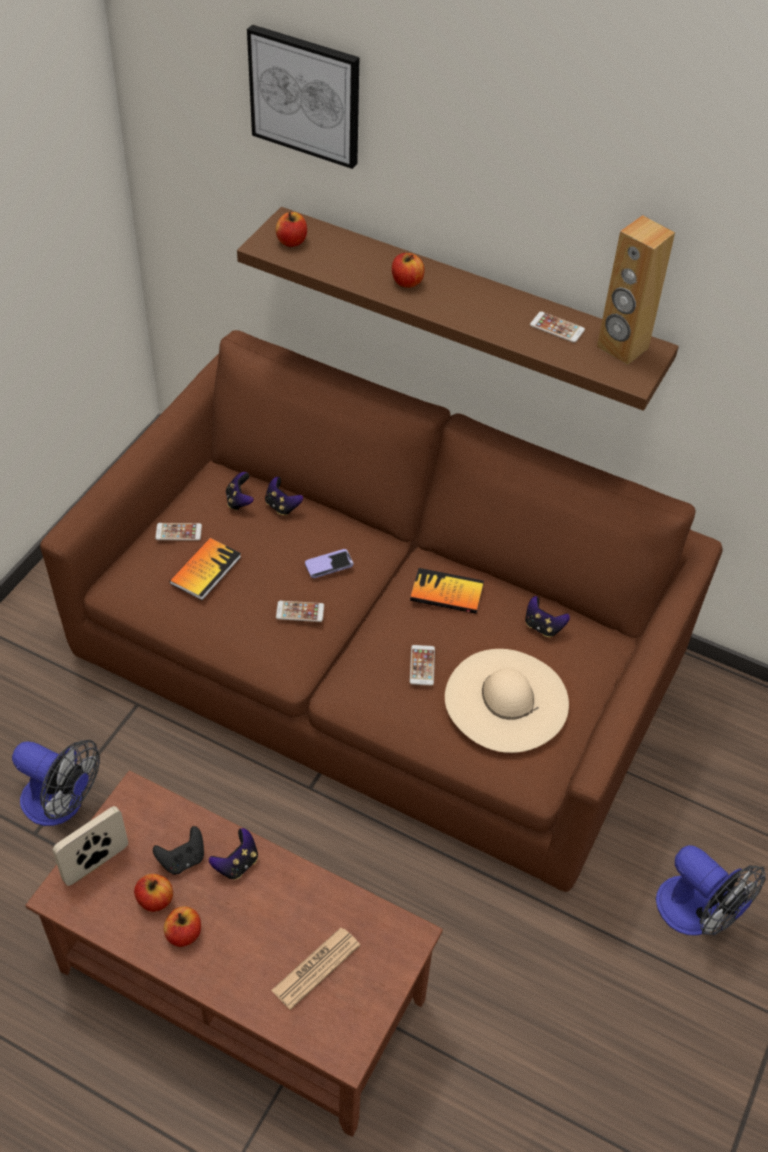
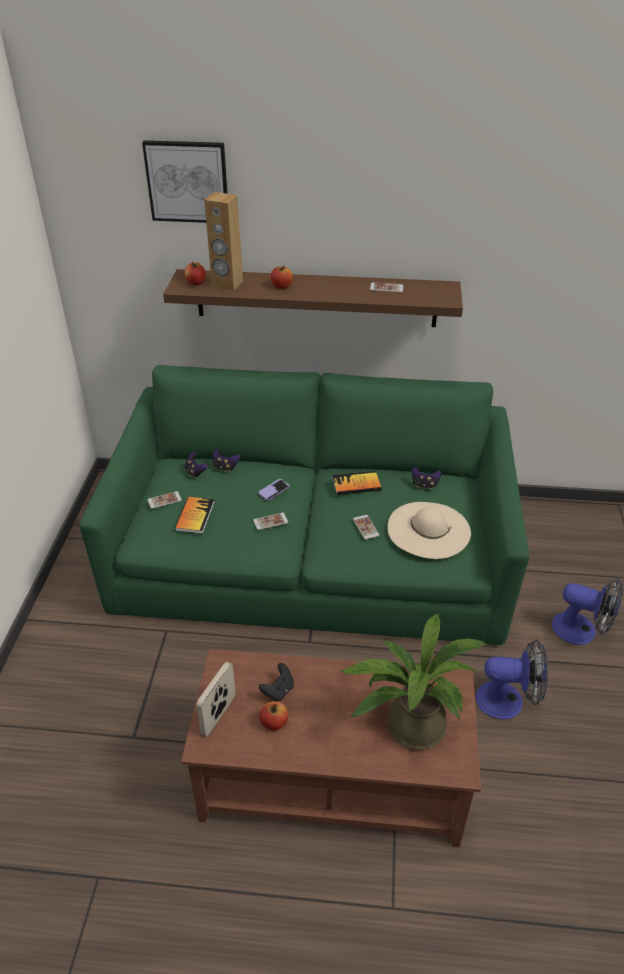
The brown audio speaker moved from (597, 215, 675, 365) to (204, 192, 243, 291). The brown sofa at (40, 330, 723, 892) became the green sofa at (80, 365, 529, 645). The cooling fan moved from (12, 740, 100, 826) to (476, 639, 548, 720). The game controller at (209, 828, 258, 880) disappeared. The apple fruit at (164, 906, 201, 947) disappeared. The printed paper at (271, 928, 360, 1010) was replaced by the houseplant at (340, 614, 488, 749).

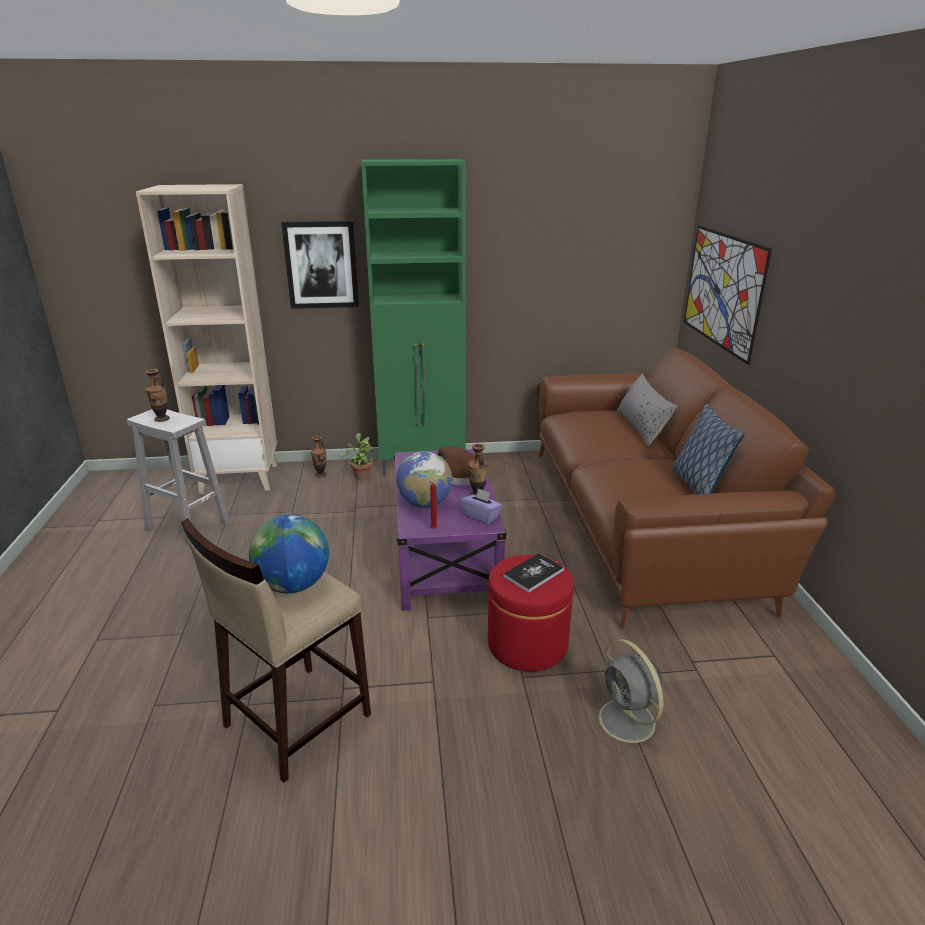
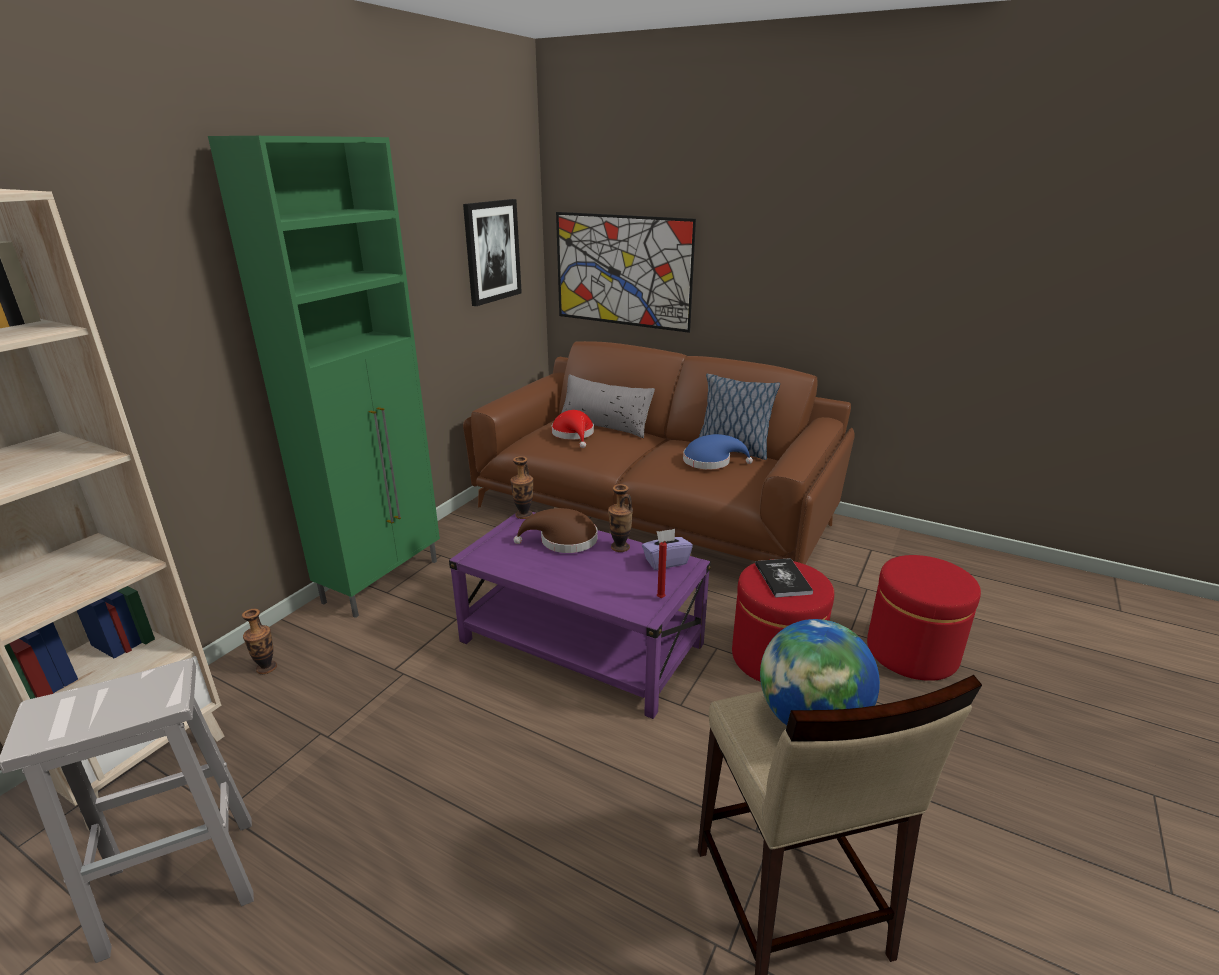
The wall art moved from (281, 221, 359, 309) to (463, 199, 522, 306). The flower vase moved from (145, 369, 170, 422) to (510, 456, 533, 519). The houseplant at (341, 433, 374, 480) disappeared. The globe at (396, 451, 453, 508) disappeared. The greyish cooling fan at (586, 639, 673, 755) was replaced by the red-coloured pouffe at (867, 555, 981, 681). The red-coloured hat at (552, 410, 594, 448) appeared. The blue hat at (683, 434, 753, 469) appeared.

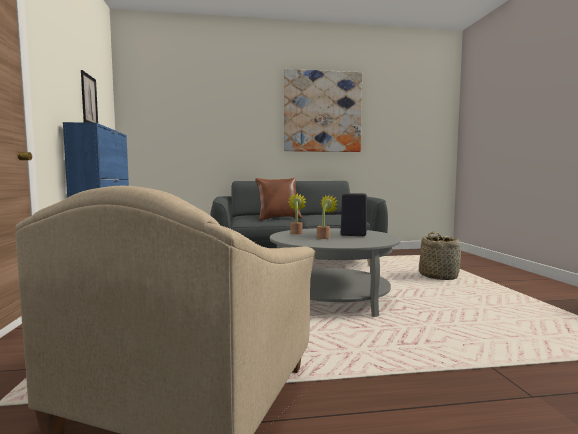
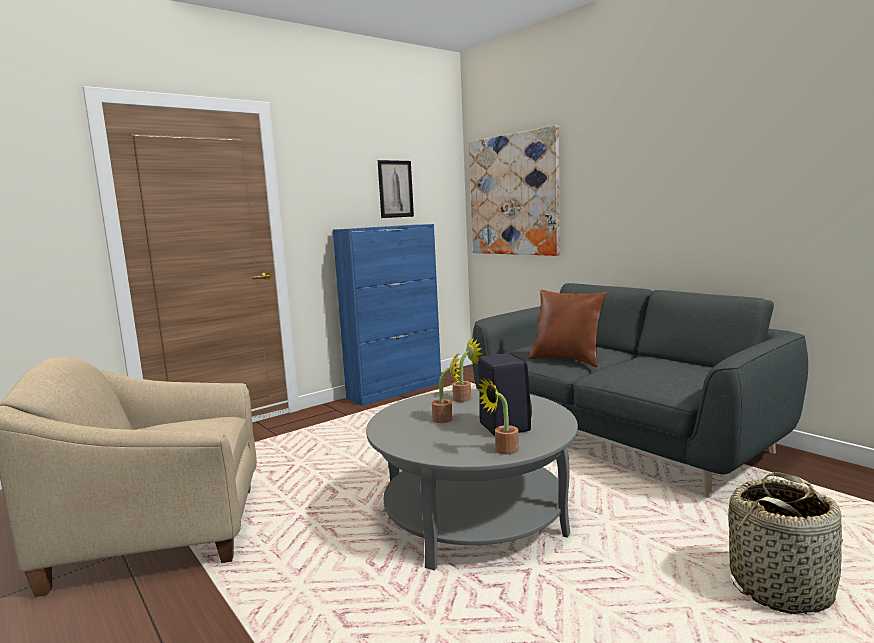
The wall art moved from (284, 69, 362, 152) to (469, 125, 560, 256). The houseplant at (478, 378, 519, 454) appeared.

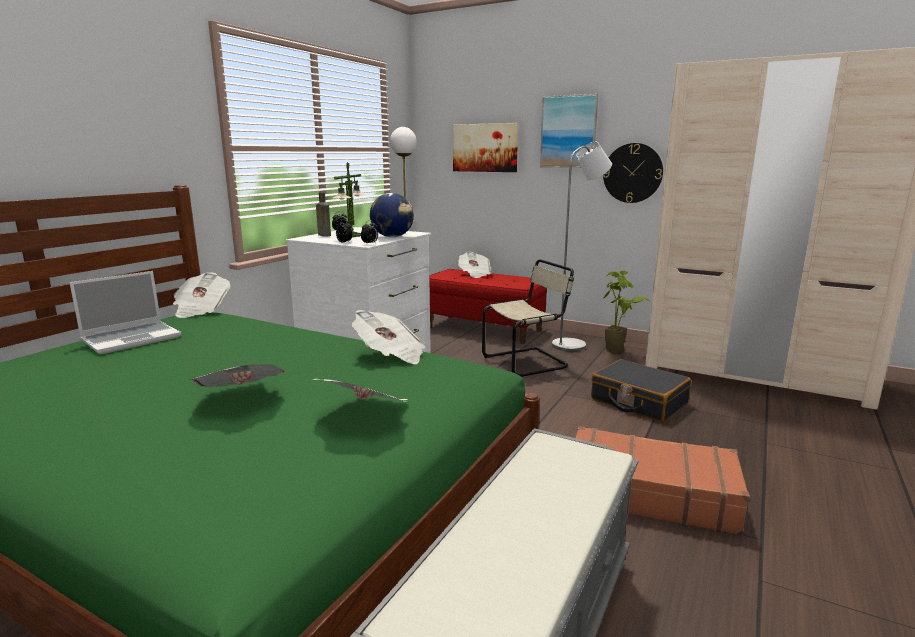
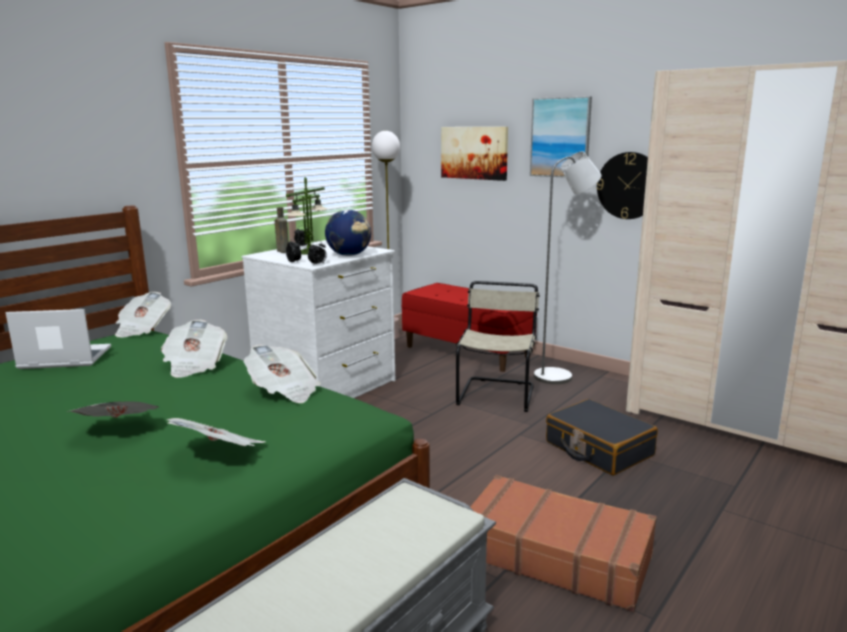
The printed paper moved from (458, 252, 491, 278) to (161, 320, 228, 378). The beige upright chair at (482, 259, 574, 377) turned 60 degrees counterclockwise. The notebook computer at (69, 271, 181, 354) turned 150 degrees counterclockwise. The houseplant at (603, 271, 651, 354) disappeared.

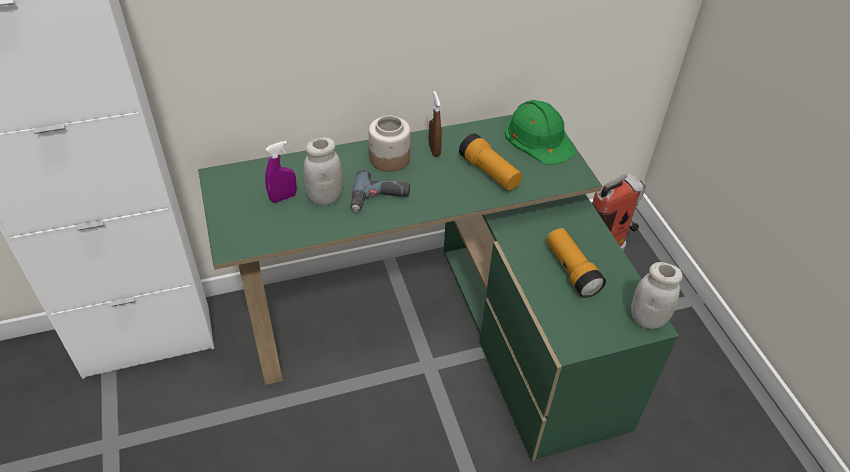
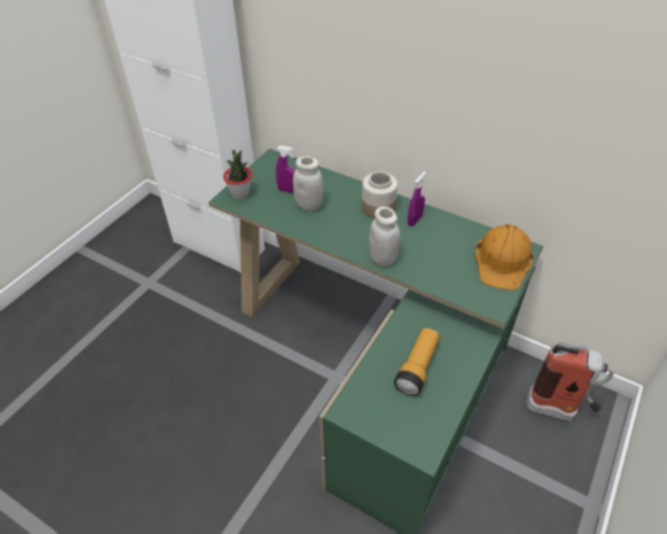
The brown sprayer at (429, 91, 442, 157) became the purplish sprayer at (407, 171, 426, 226). The green hard hat at (505, 100, 576, 165) became the orange hard hat at (475, 224, 533, 290). The hand torch at (459, 133, 522, 191) disappeared. The electric drill at (350, 170, 410, 211) disappeared. The white-coloured jar moved from (631, 262, 683, 329) to (369, 206, 400, 266). The houseplant at (223, 150, 252, 200) appeared.

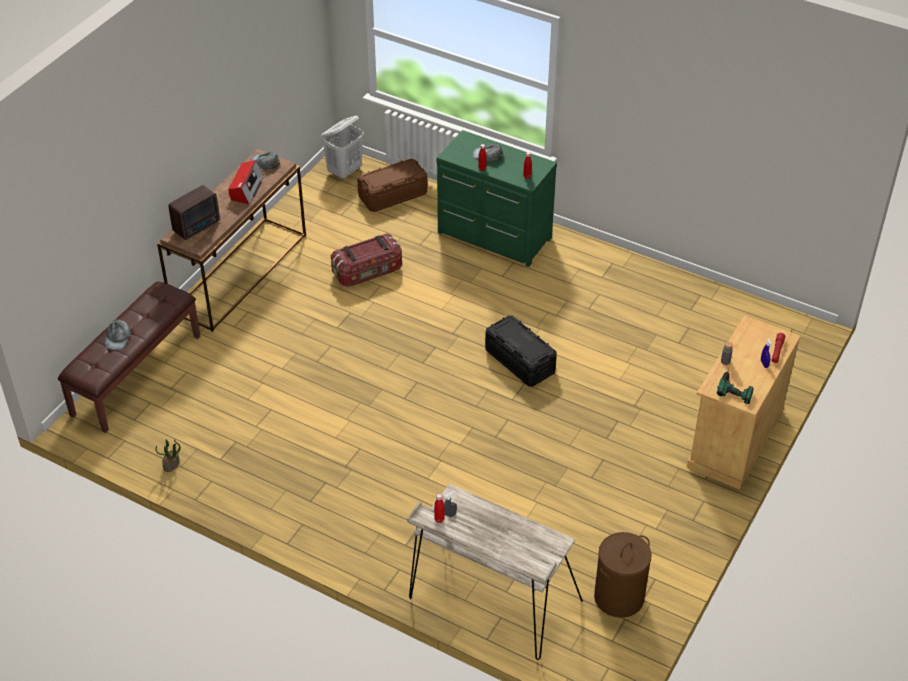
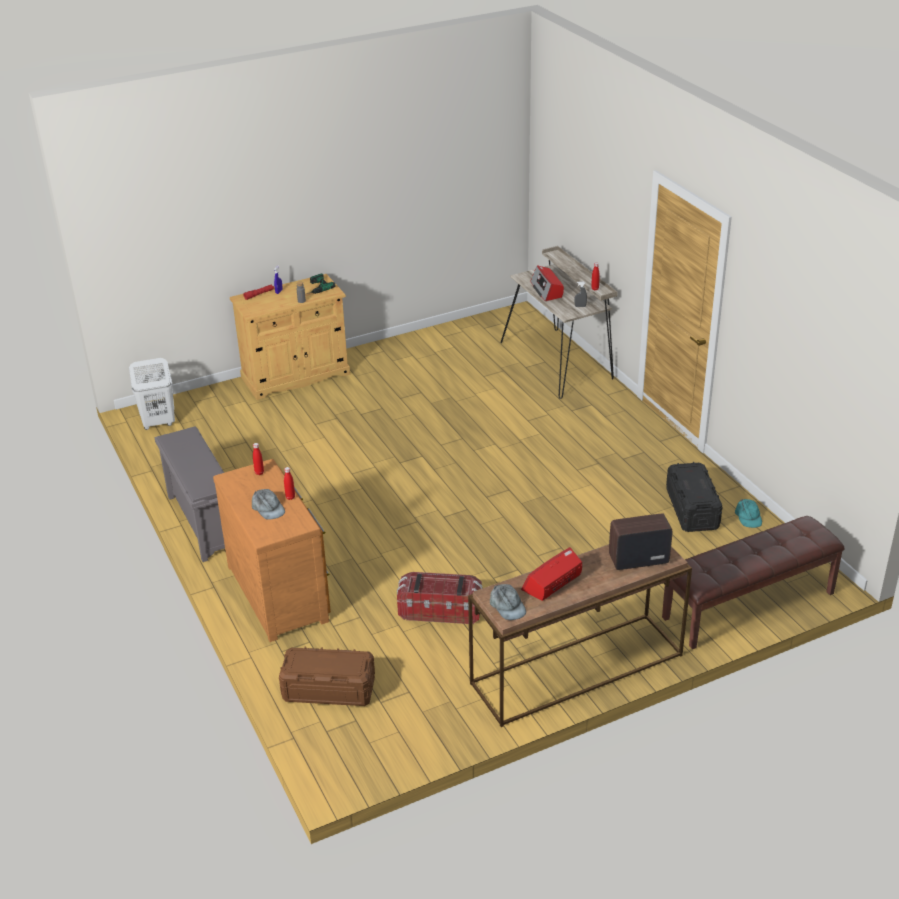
The white-coloured washing basket moved from (322, 115, 364, 180) to (129, 358, 175, 430). The green chest of drawers at (437, 130, 557, 267) became the brown chest of drawers at (213, 459, 331, 642). The black-coloured storage box moved from (485, 316, 557, 387) to (666, 462, 723, 532). The greyish cap at (105, 319, 131, 350) disappeared. The houseplant at (156, 439, 181, 472) was replaced by the turquoise cap at (735, 499, 762, 528). The brown washing basket at (594, 532, 652, 618) disappeared. The radio at (530, 265, 564, 301) appeared. The greyish shoe stand at (154, 426, 225, 562) appeared.

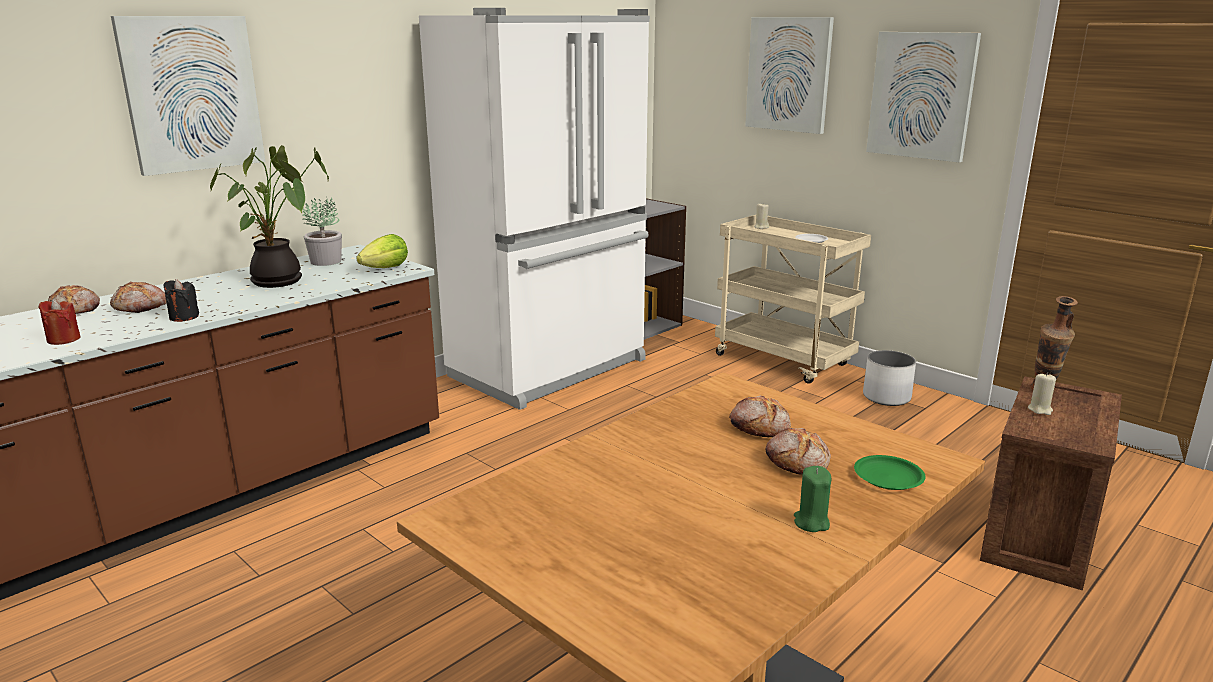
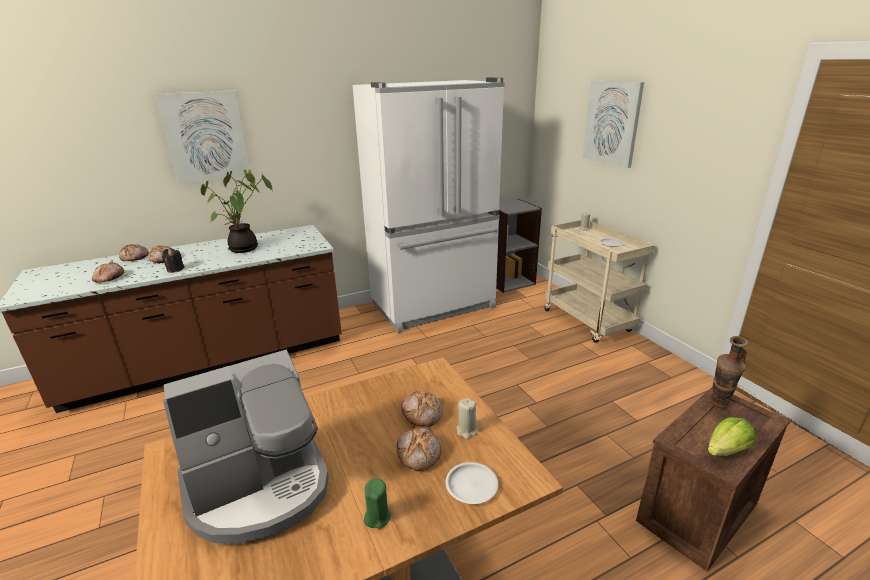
The wall art at (866, 32, 981, 162) disappeared. The houseplant at (302, 197, 342, 266) disappeared. The lettuce head moved from (356, 234, 408, 268) to (708, 417, 756, 456). The red-coloured candle at (38, 299, 80, 345) was replaced by the bread at (92, 261, 124, 283). The white-coloured planter at (863, 350, 916, 406) disappeared. The beige candle moved from (1028, 373, 1056, 415) to (457, 398, 479, 439). The green flat dish at (854, 455, 926, 490) became the white-coloured flat dish at (446, 462, 498, 504). The coffee maker at (163, 350, 329, 544) appeared.

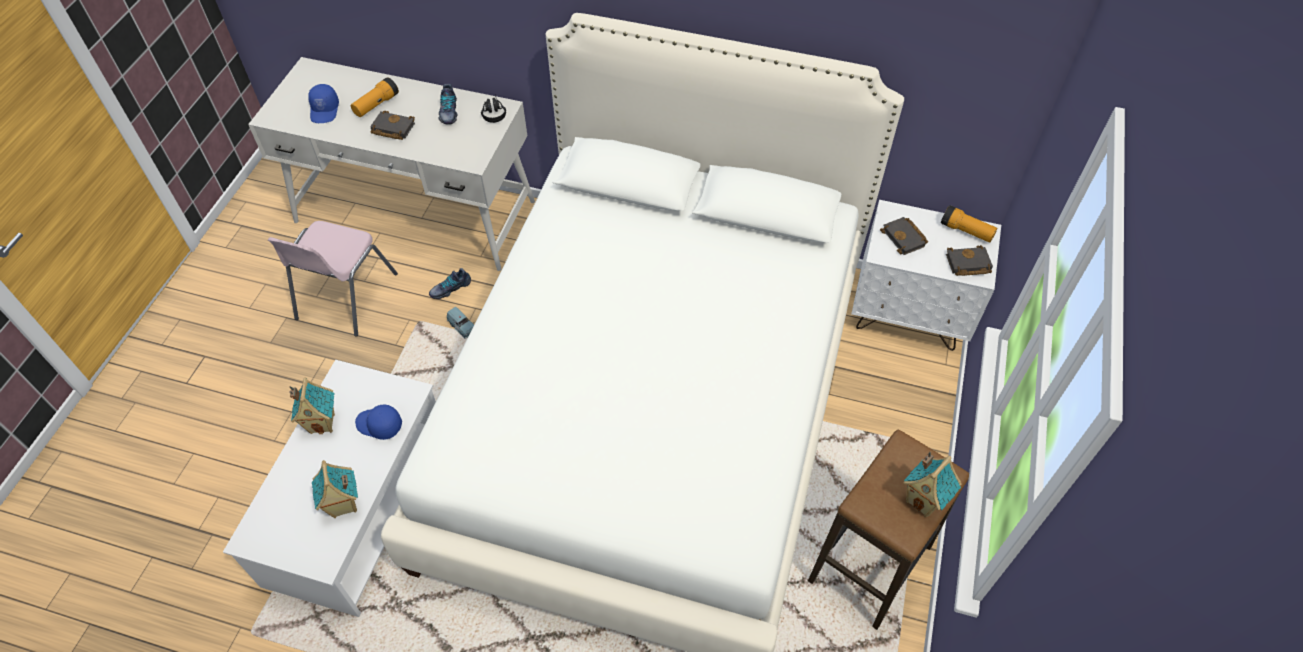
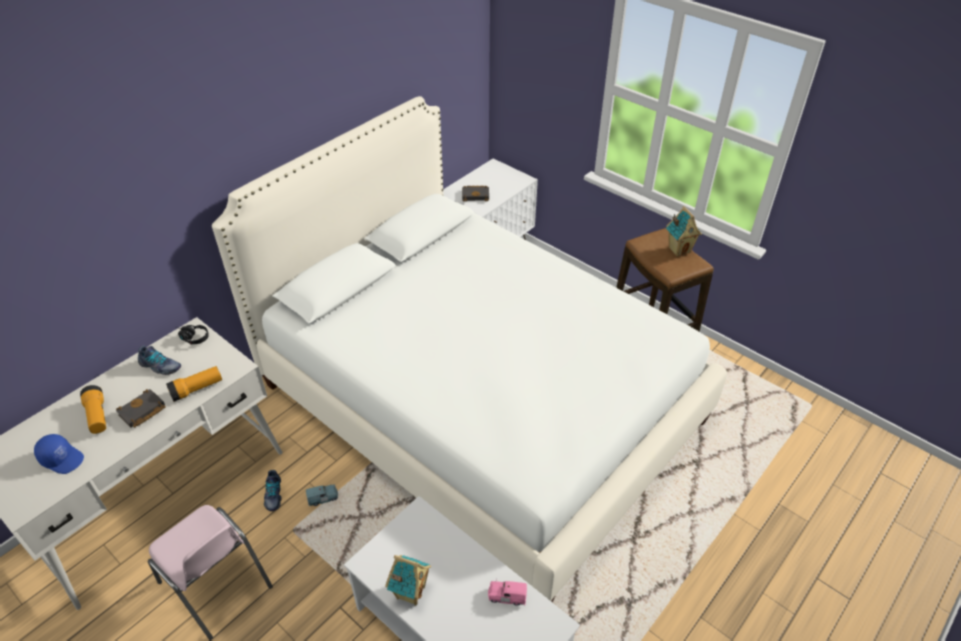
The hand torch moved from (941, 205, 997, 243) to (166, 366, 222, 402). The black-coloured bound book at (946, 245, 993, 276) disappeared. The blue cap at (355, 404, 402, 440) disappeared. The miniature house at (312, 460, 358, 518) was replaced by the pinkish miniature car at (488, 578, 527, 606).

